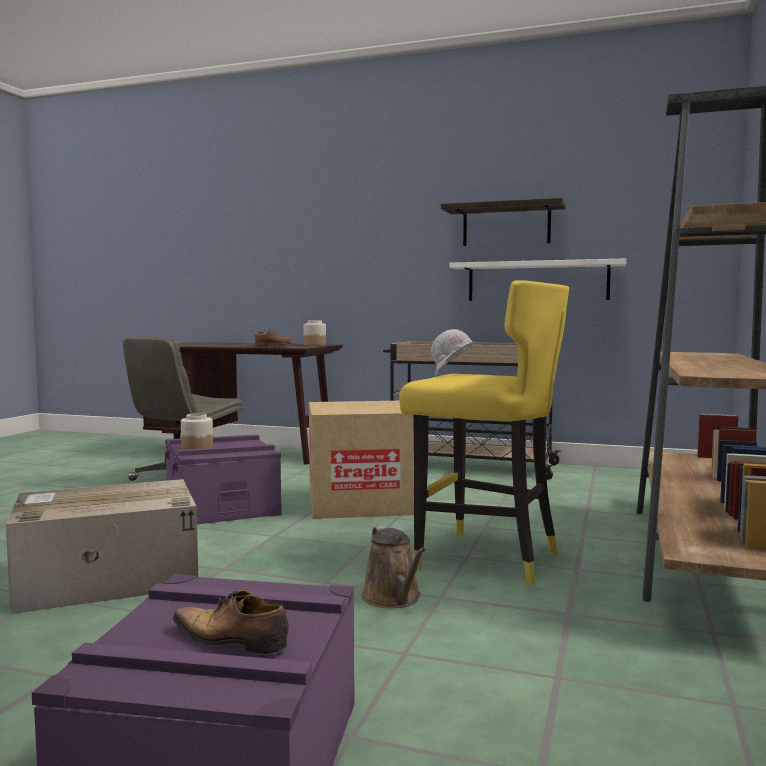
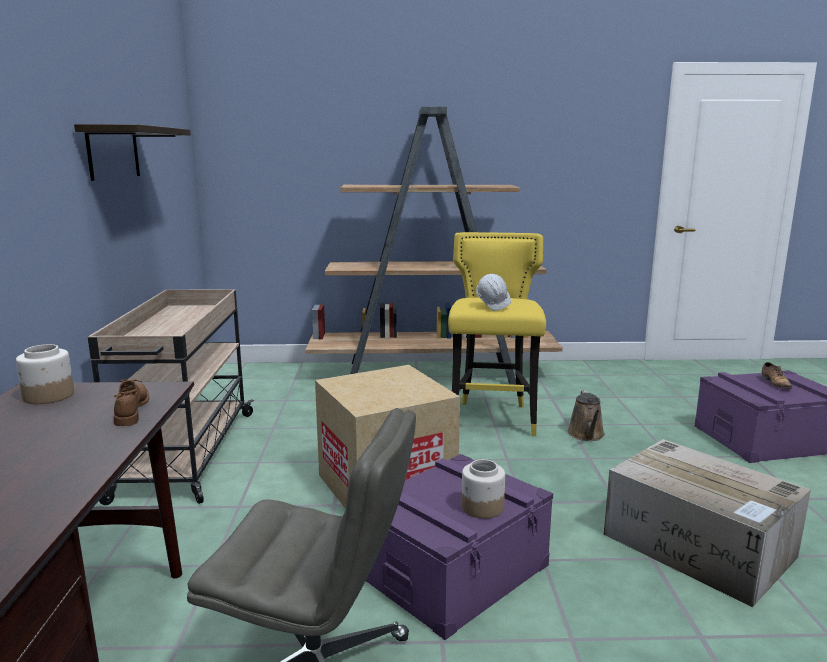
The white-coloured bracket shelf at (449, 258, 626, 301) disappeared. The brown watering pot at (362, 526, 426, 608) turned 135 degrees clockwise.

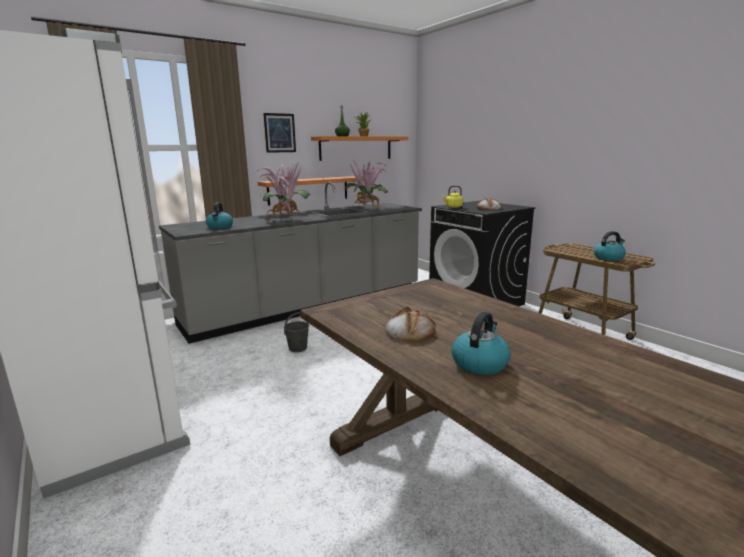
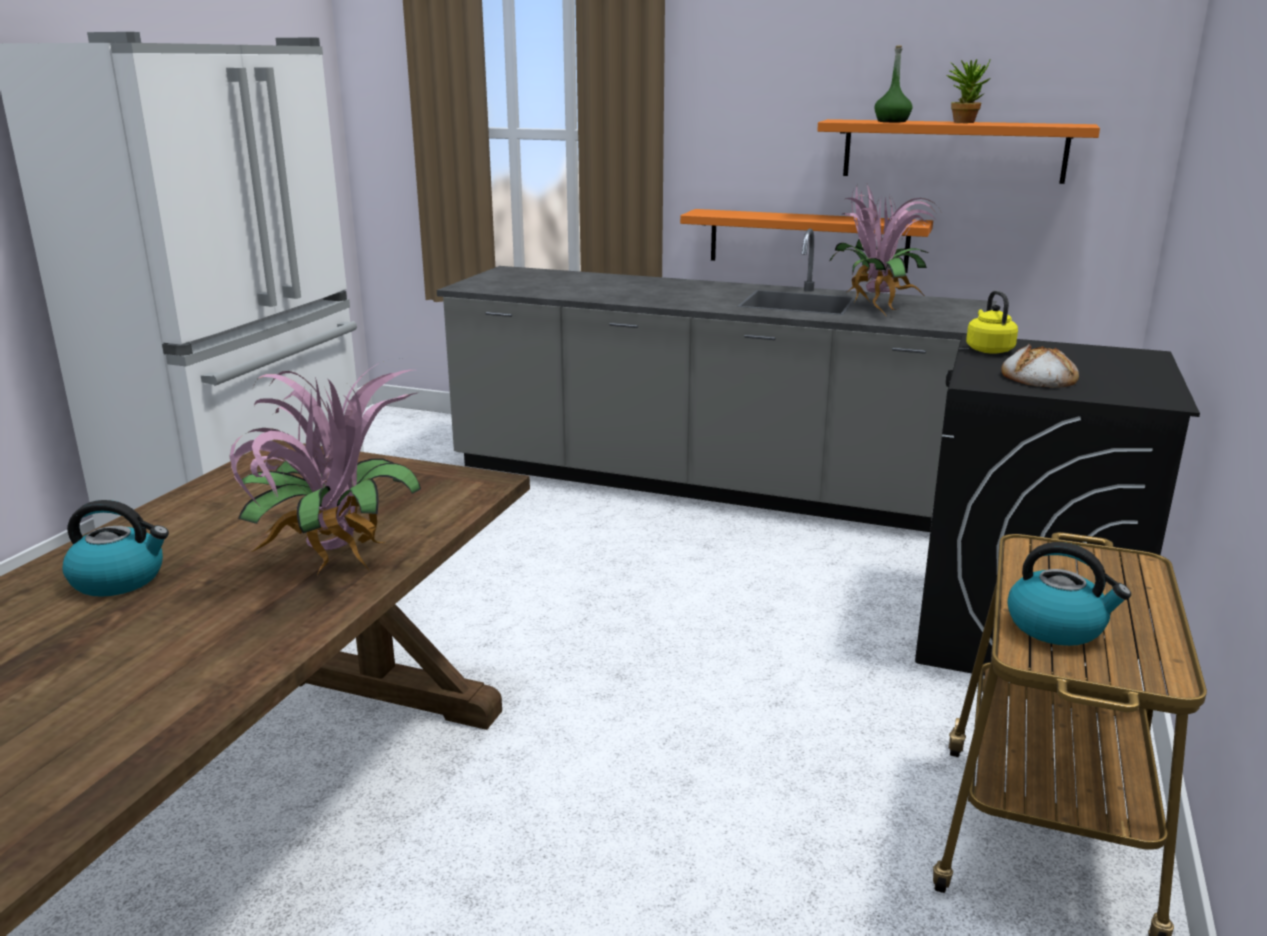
The wall art at (263, 113, 296, 153) disappeared. The houseplant moved from (256, 162, 310, 217) to (229, 358, 421, 575). The water kettle at (206, 202, 233, 229) disappeared. The bread at (386, 306, 436, 341) disappeared. The greyish water bucket at (284, 312, 309, 352) disappeared.

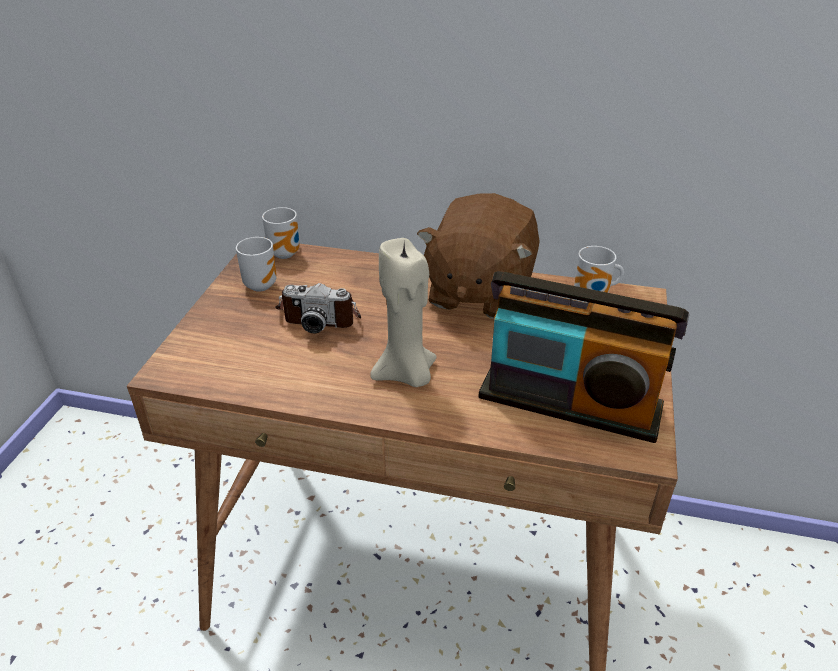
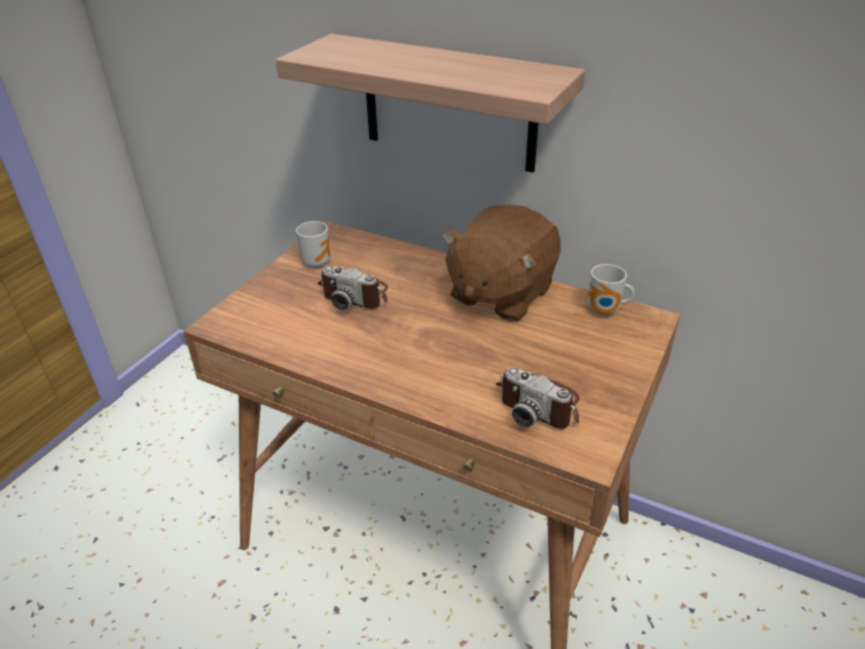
The tea mug at (262, 207, 299, 259) disappeared. The beige candle at (370, 238, 437, 387) disappeared. The radio at (478, 271, 689, 443) was replaced by the still camera at (496, 367, 580, 429). The bracket shelf at (276, 34, 585, 173) appeared.

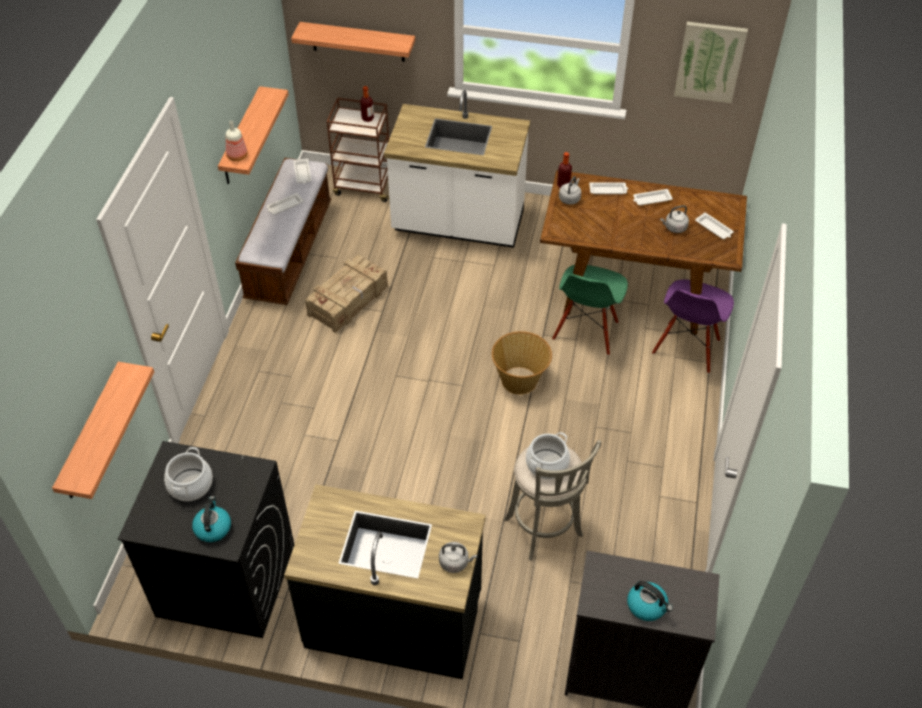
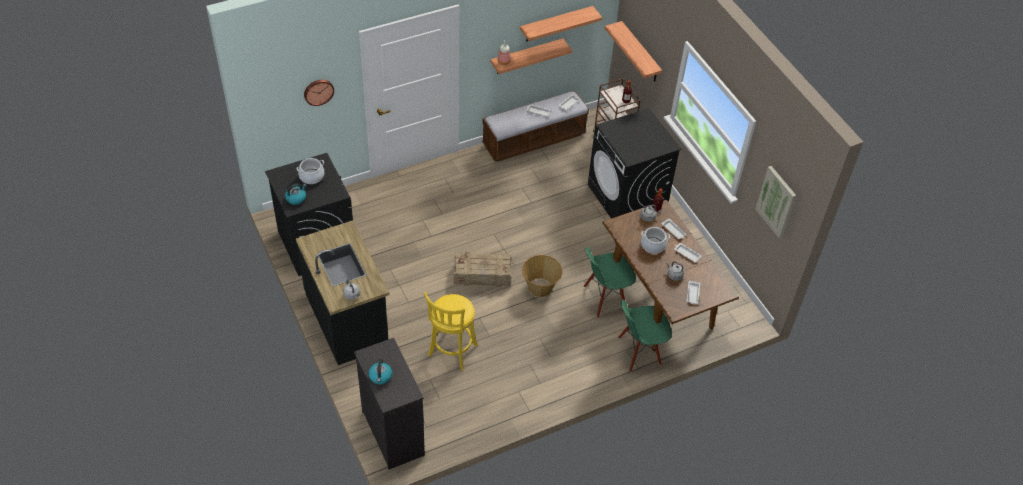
The white-coloured kitchen counter at (384, 90, 530, 248) was replaced by the black-coloured laundry machine at (588, 108, 681, 219). The shipping crate moved from (305, 254, 388, 333) to (454, 251, 511, 287). The purplish upright chair at (652, 279, 734, 374) became the green upright chair at (618, 299, 672, 372). The bracket shelf moved from (52, 362, 154, 499) to (520, 6, 602, 42). The saucepot moved from (526, 432, 570, 480) to (641, 227, 670, 254). The greyish stool at (504, 440, 601, 561) became the yellow stool at (424, 292, 478, 370). The clock on the wall at (304, 80, 334, 106) appeared.

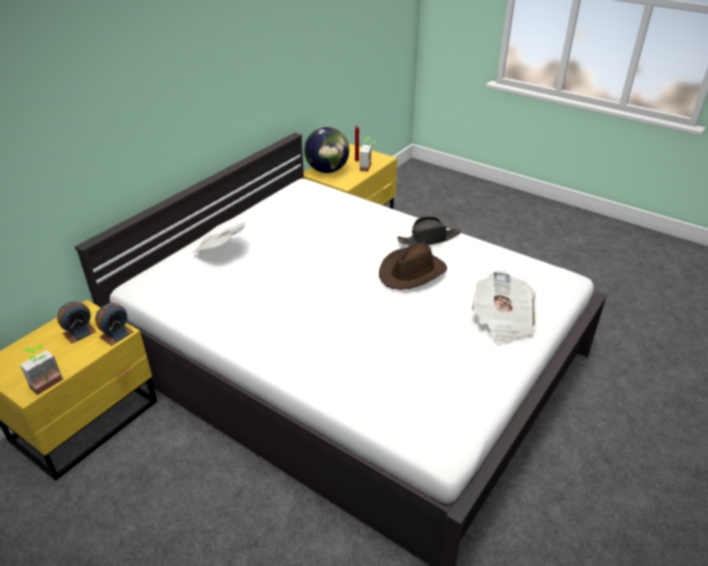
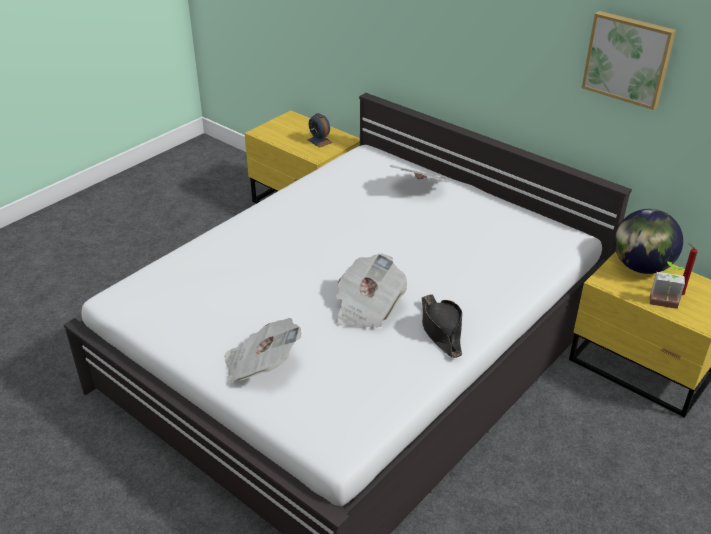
The brown hat at (379, 243, 447, 290) was replaced by the printed paper at (336, 254, 407, 328). The bedside clock at (95, 303, 133, 346) disappeared. The houseplant at (20, 344, 63, 395) disappeared. The wall art at (582, 11, 676, 110) appeared.

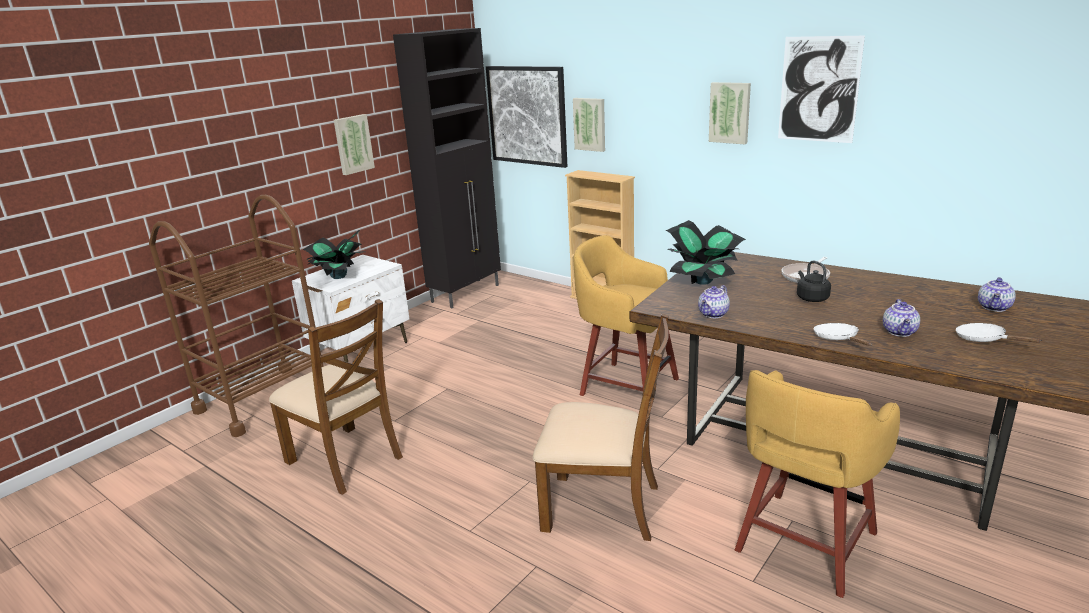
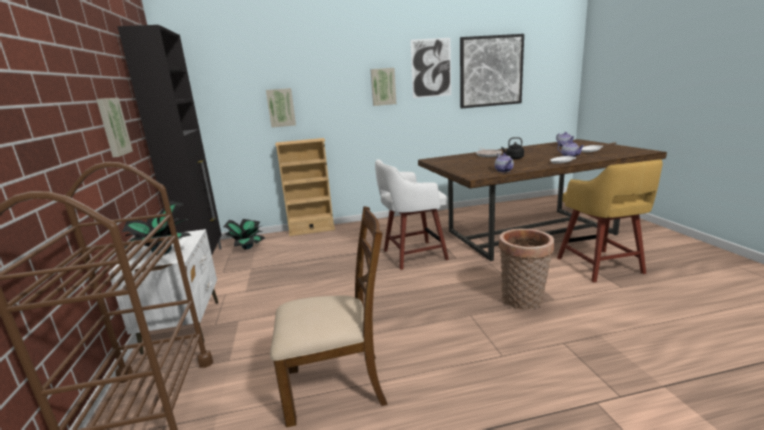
The wall art moved from (486, 66, 567, 168) to (460, 34, 524, 108). The houseplant moved from (666, 220, 746, 285) to (223, 219, 265, 249). The yellow stool at (573, 235, 679, 412) became the white-coloured stool at (375, 159, 449, 270). The brown upright chair at (533, 314, 669, 541) was replaced by the household basket at (499, 229, 554, 310).

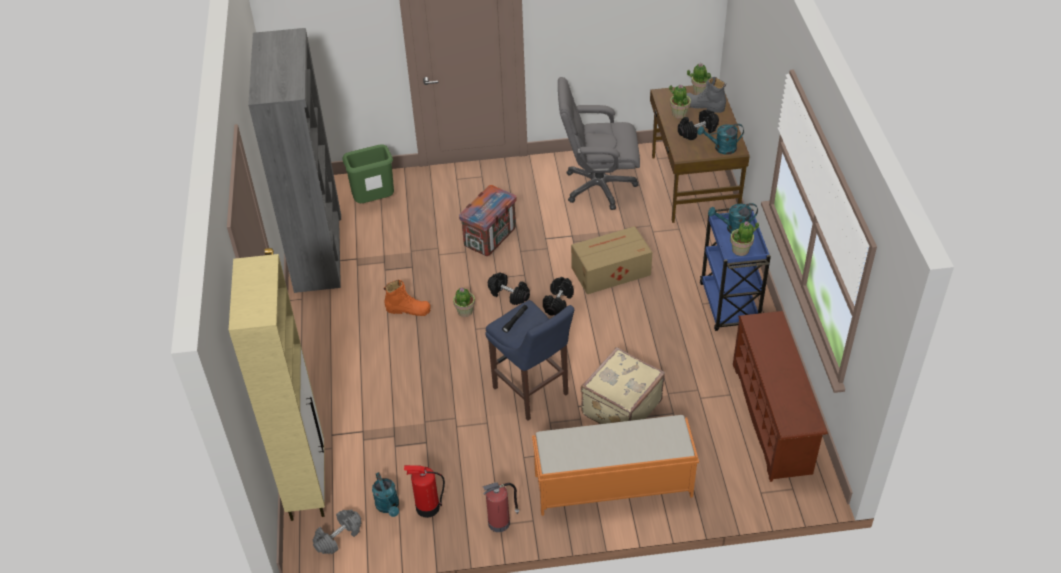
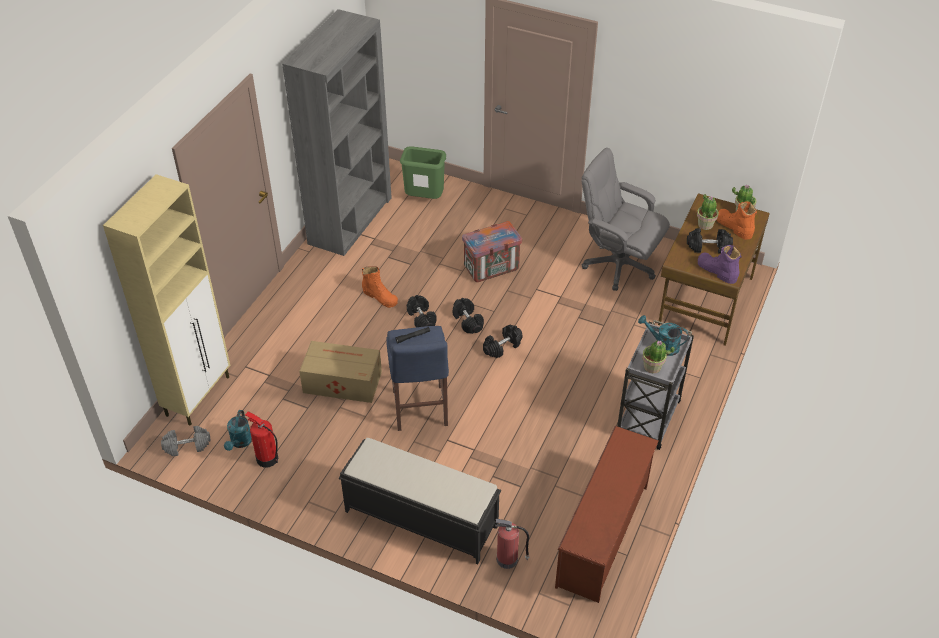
The greyish tall boot at (687, 77, 726, 113) became the orange tall boot at (717, 201, 757, 239). The turquoise watering pot at (697, 124, 744, 155) was replaced by the purplish tall boot at (698, 245, 742, 284). The blue wheeled cart at (700, 208, 771, 331) became the greyish wheeled cart at (617, 320, 694, 450). The carton moved from (571, 226, 652, 294) to (299, 341, 382, 403). The houseplant at (453, 288, 475, 317) was replaced by the black-coloured dumbbell at (407, 295, 437, 327). The beige suitcase at (581, 347, 665, 424) disappeared. The orange long seat at (532, 415, 699, 516) became the black-coloured long seat at (339, 438, 501, 564). The fire extinguisher moved from (483, 482, 519, 532) to (495, 519, 530, 569).

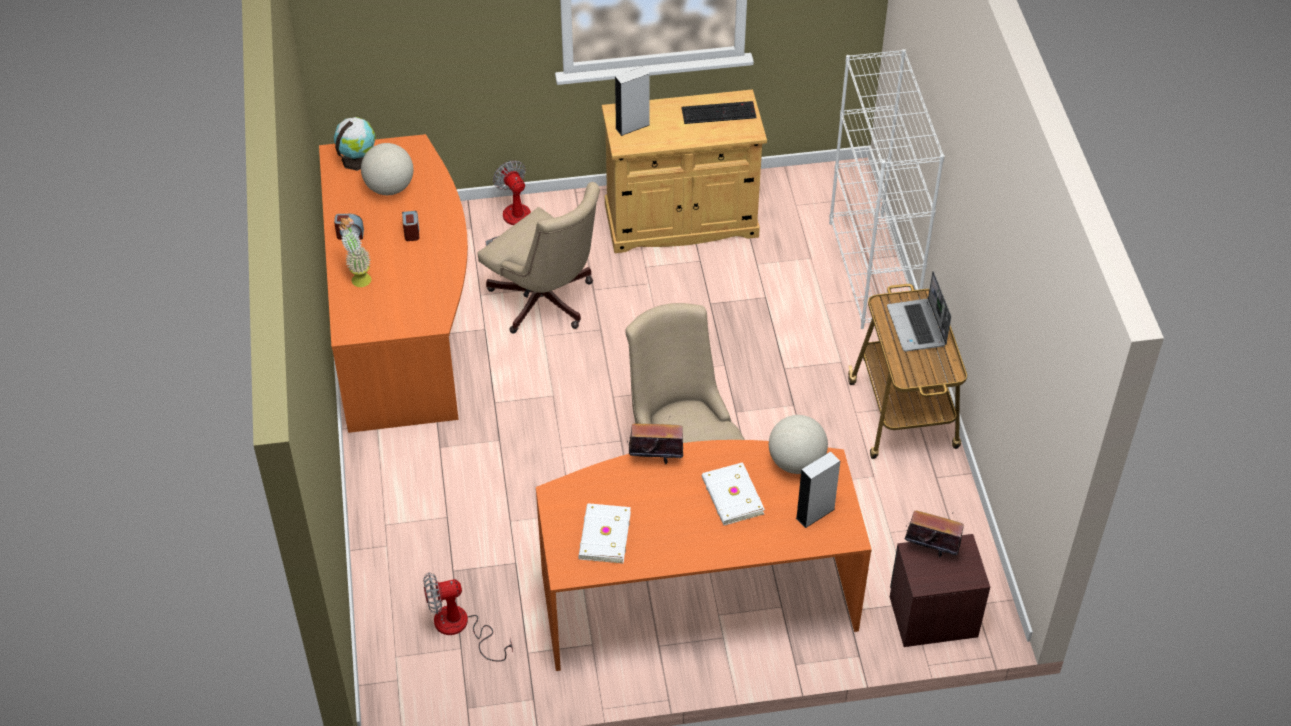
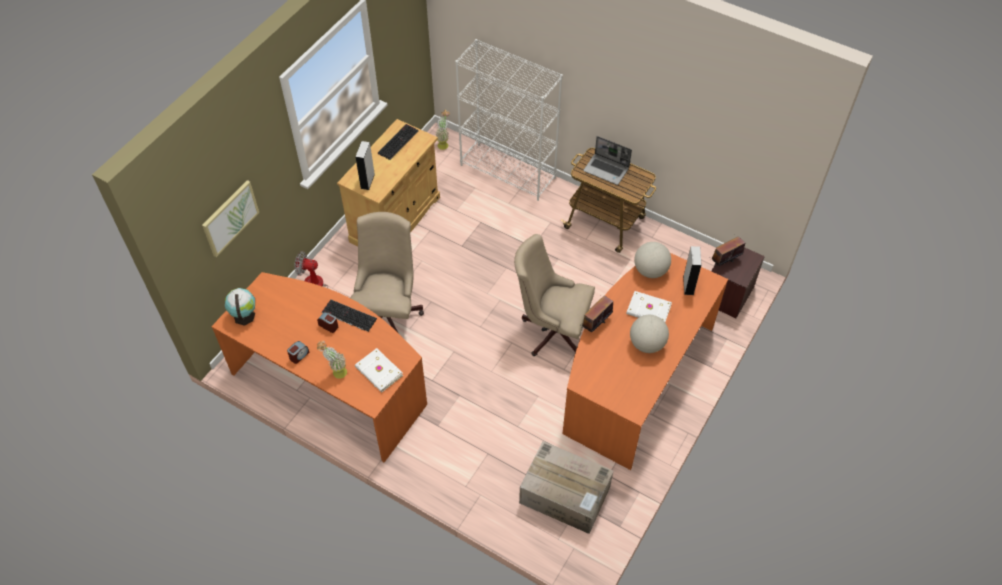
The globe moved from (361, 143, 413, 195) to (630, 315, 669, 353). The beige desk chair at (477, 182, 600, 333) turned 75 degrees counterclockwise. The white-coloured bound book moved from (578, 503, 631, 563) to (355, 348, 403, 392). The cooling fan at (423, 572, 513, 662) was replaced by the carton at (519, 441, 613, 534). The houseplant at (435, 110, 450, 150) appeared. The wall art at (202, 180, 259, 257) appeared. The keyboard at (322, 300, 377, 332) appeared.

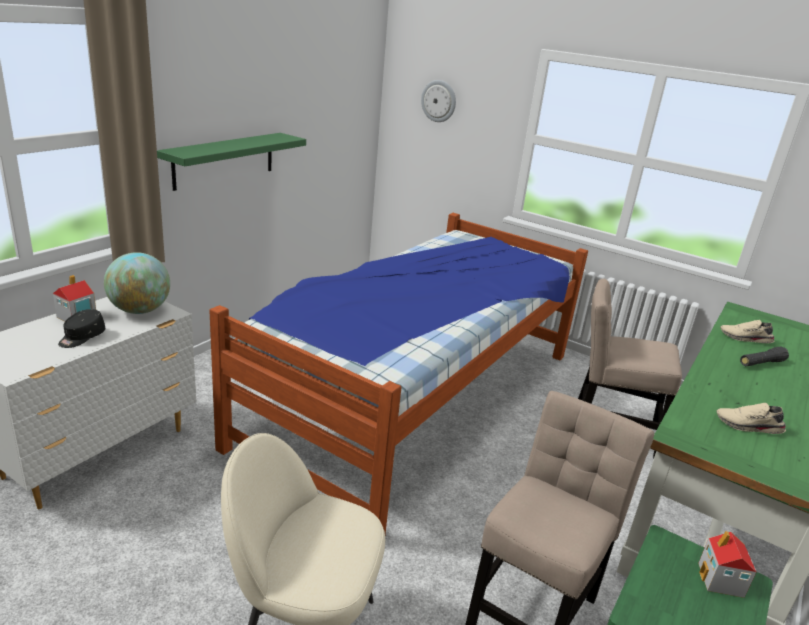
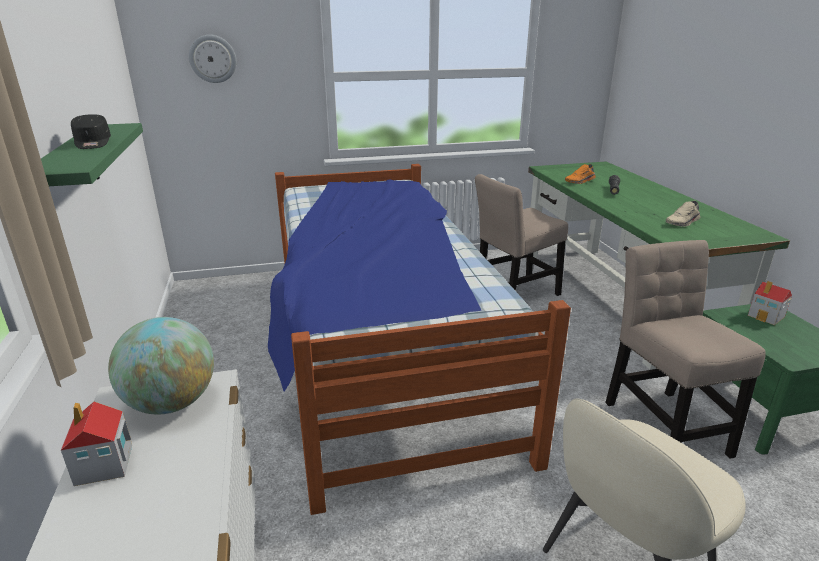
The black-coloured cap moved from (58, 309, 105, 348) to (71, 114, 111, 149). The beige shoe at (720, 320, 775, 343) became the orange shoe at (565, 164, 596, 184).

